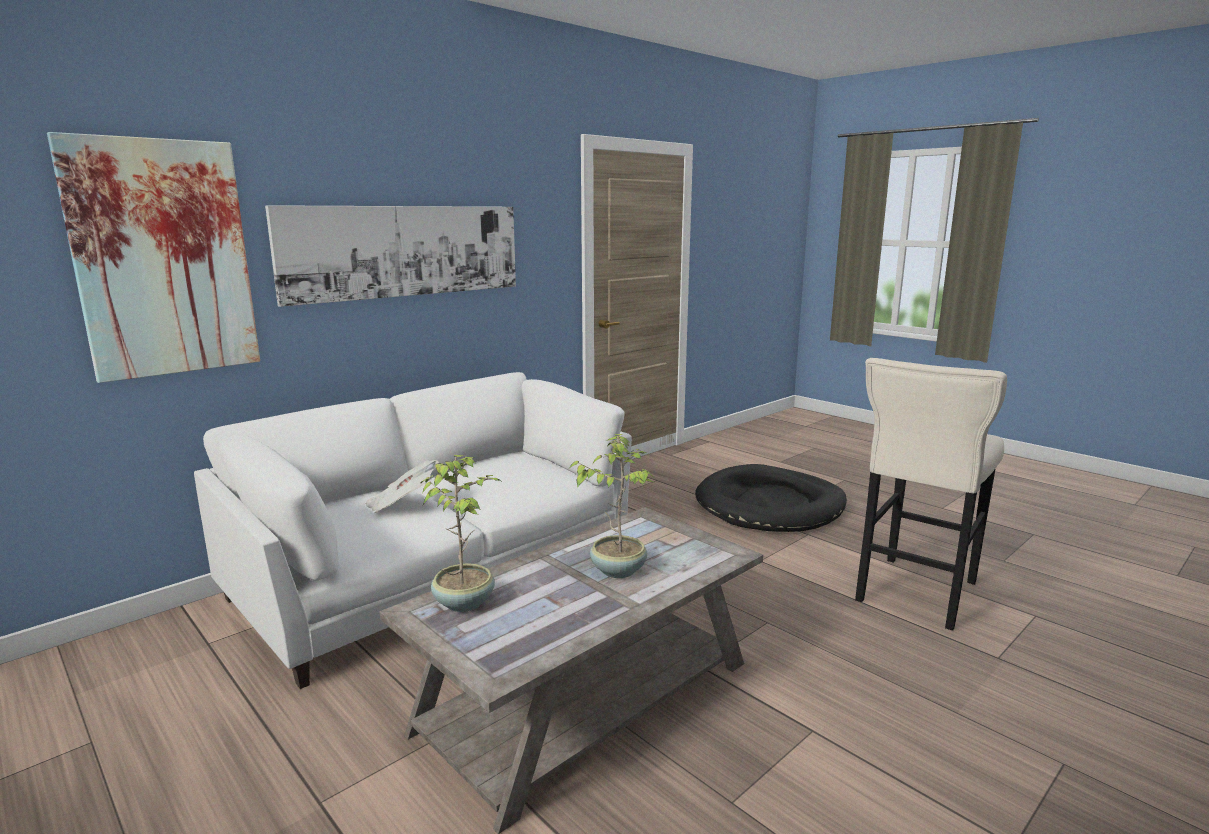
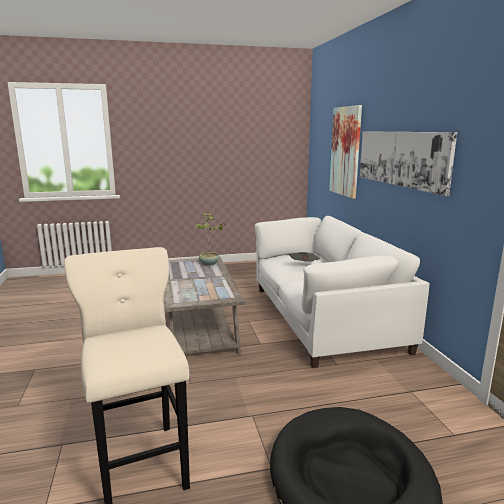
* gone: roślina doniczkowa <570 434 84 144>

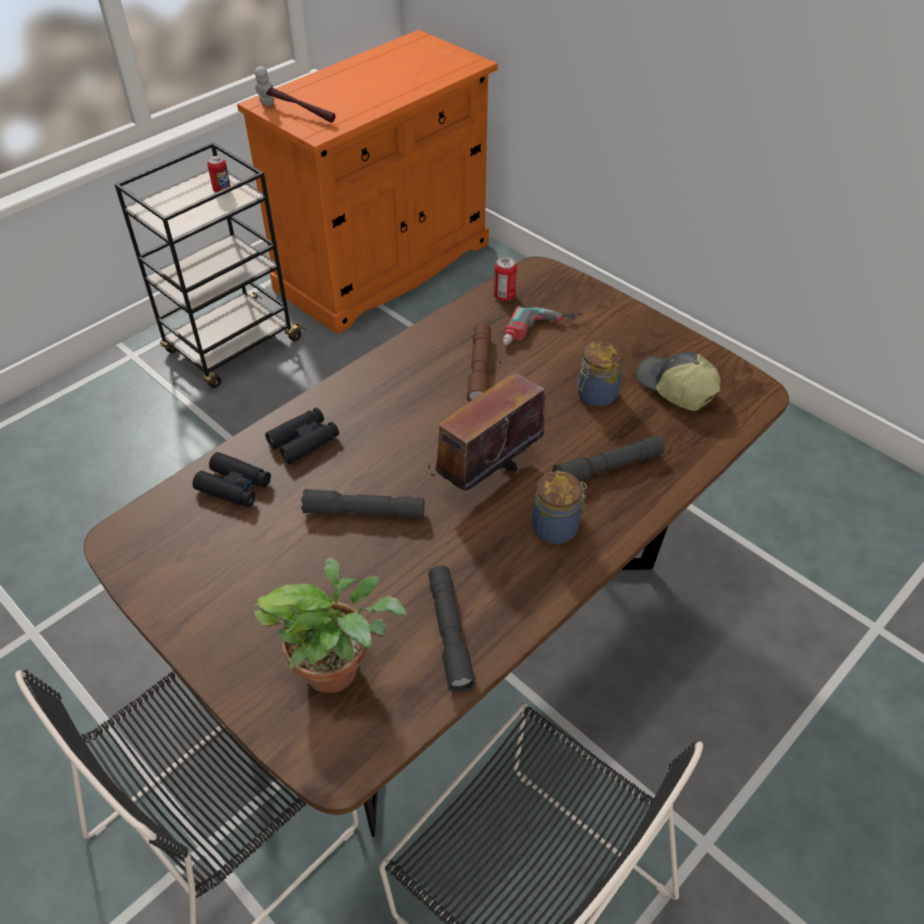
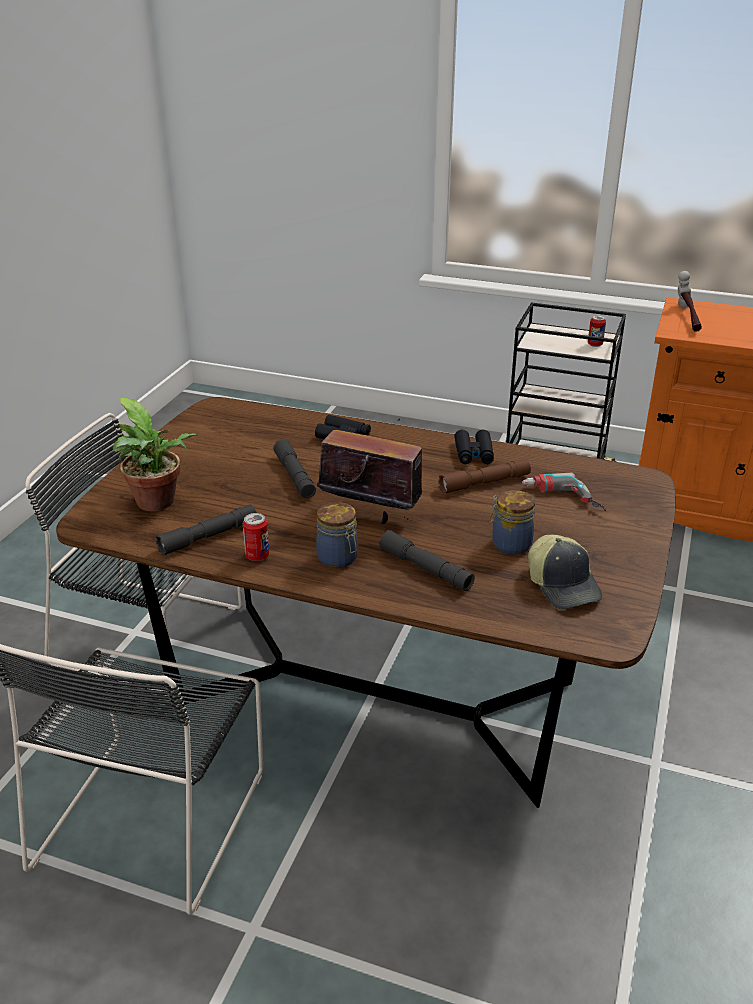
* shifted: puszka <494 257 23 44> to <243 513 27 48>
* shifted: lornetka [czarny] <192 452 79 55> to <454 430 40 34>
* rotated: czapka z daszkiem <636 352 84 59> = <528 535 74 74> 135 degrees clockwise

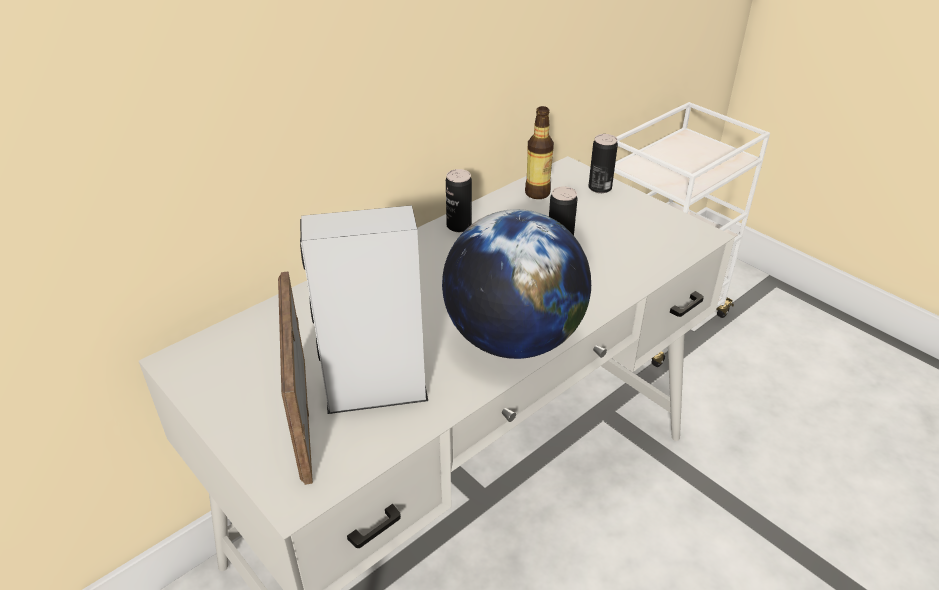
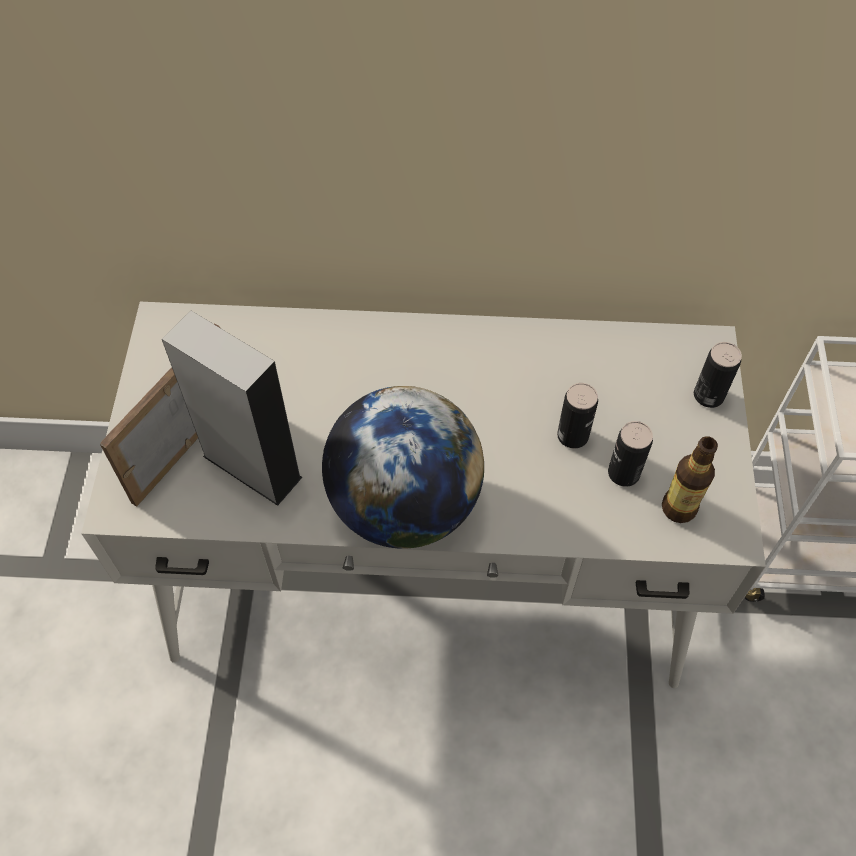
* shifted: puszka <446 169 26 63> to <608 421 45 66>
* shifted: butelka <525 106 29 93> to <662 436 56 87>

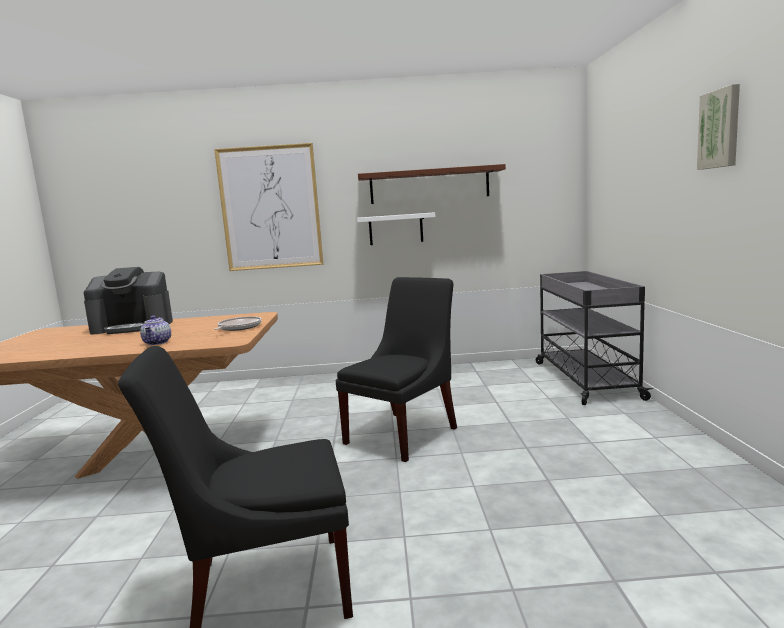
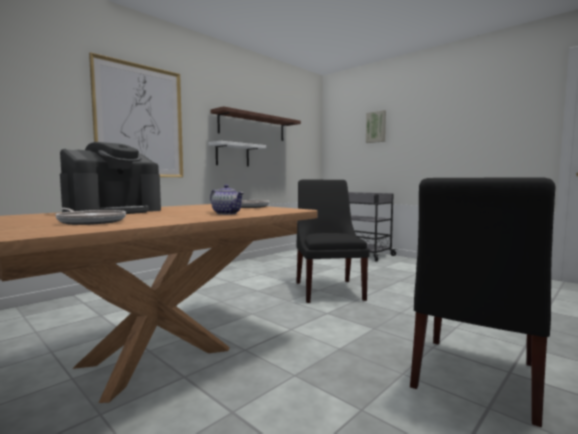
* new: patelnia <55 208 71 17>
* shifted: obraz <697 84 43 86> to <366 110 20 33>

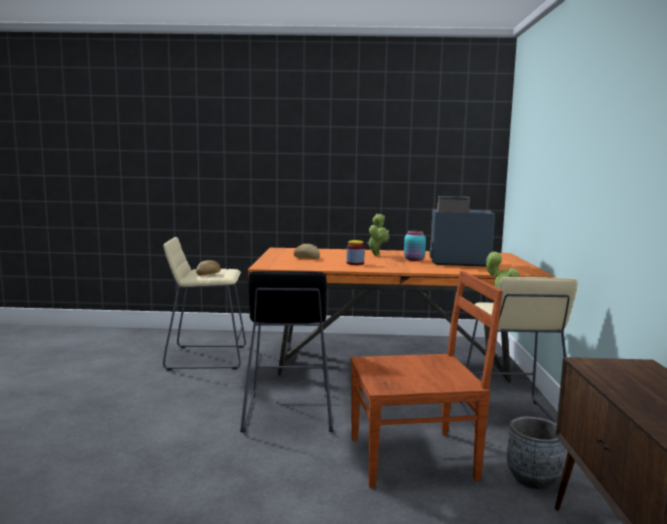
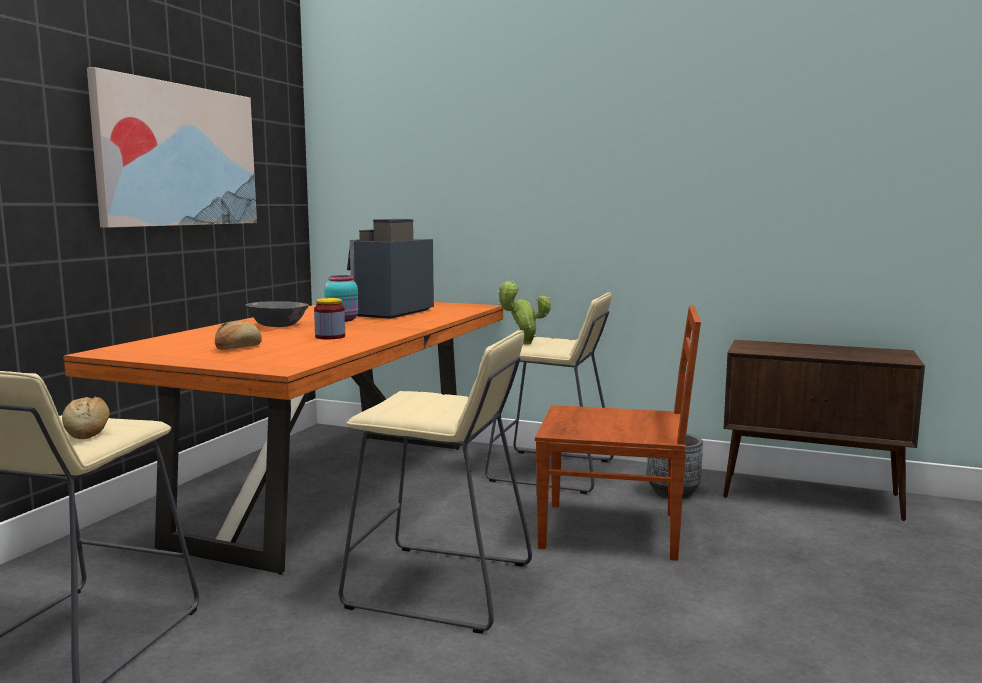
* new: obraz <87 67 170 161>
* swapped: roślina doniczkowa <368 213 22 43> to miska [szary] <246 301 63 26>
* repainted: stołek [czarny] <240 271 93 161> to stołek [beżowy] <339 330 193 304>
* rotated: krzesło [brązowy] <350 271 153 217> = <535 306 166 255> 90 degrees clockwise

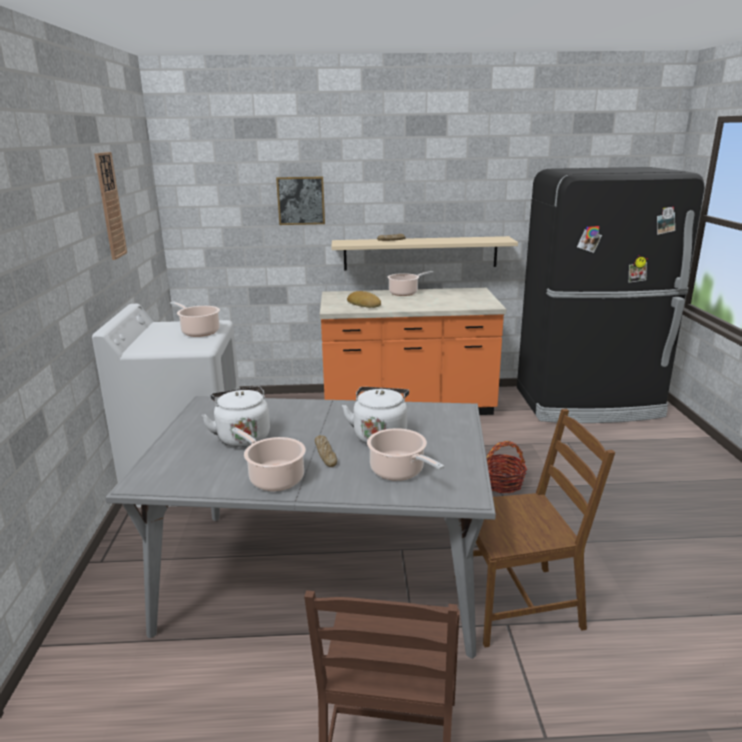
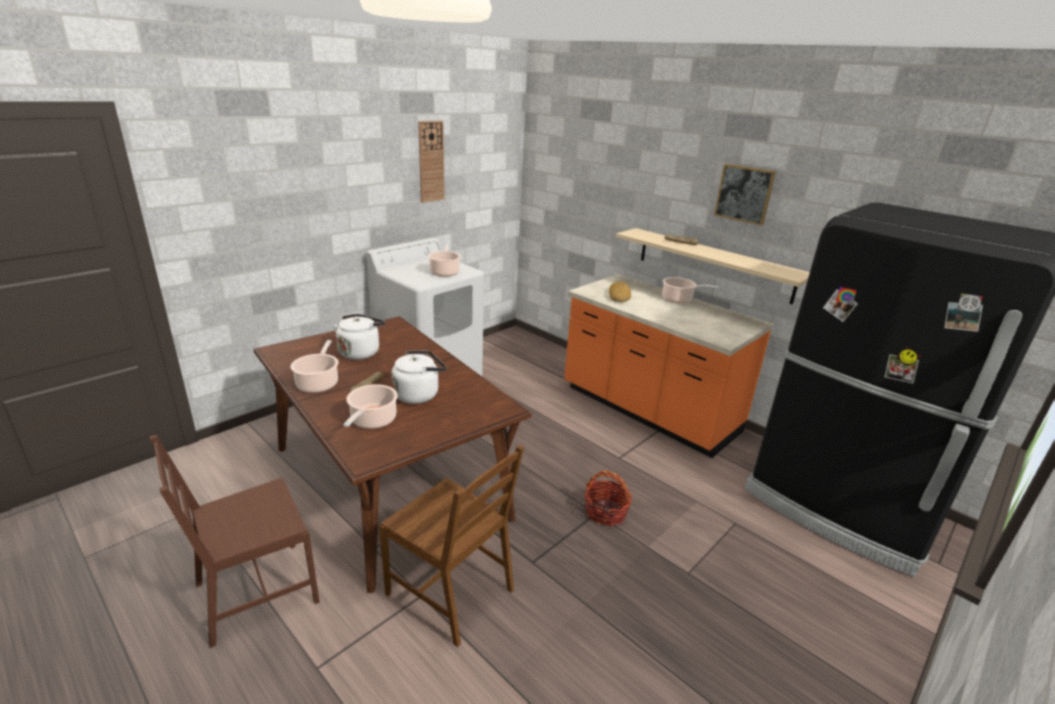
* repainted: stół jadalny [szary] <105 396 391 263> to stół jadalny [brązowy] <253 316 279 277>
* shifted: obraz <276 176 49 49> to <714 164 62 62>

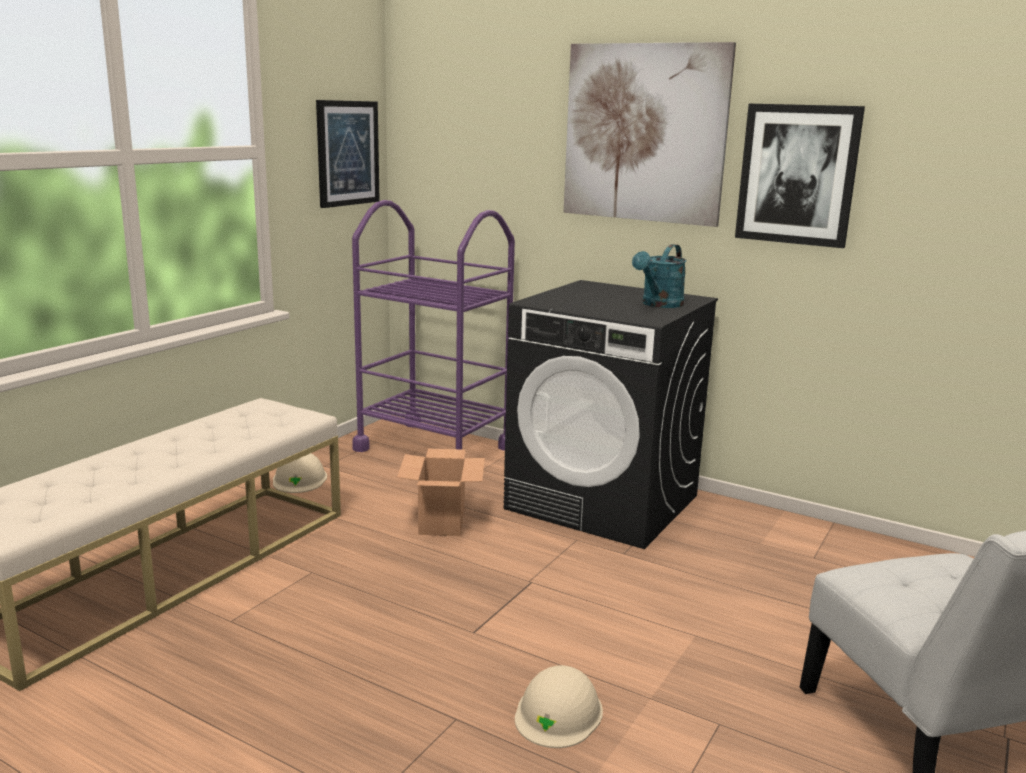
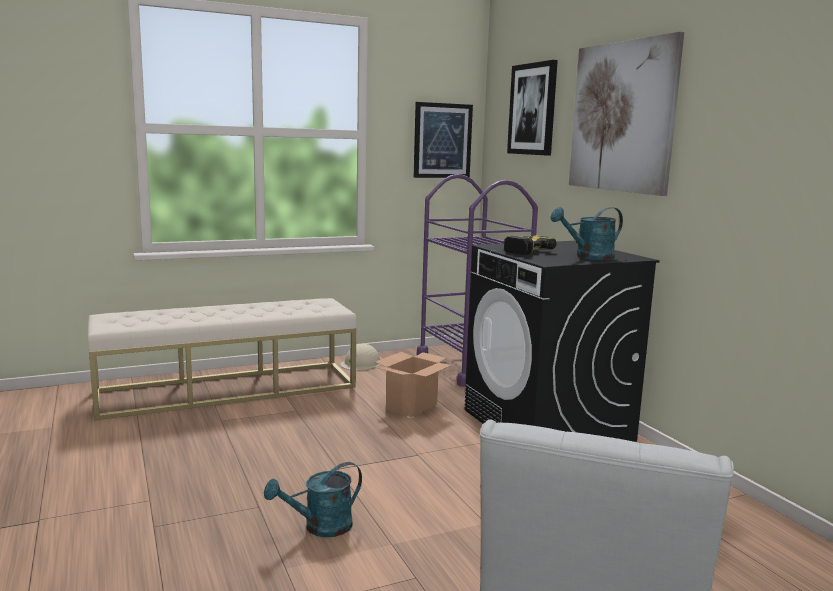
* swapped: kask [beżowy] <515 665 88 83> to konewka [turkusowy] <264 462 98 75>
* new: wiertarka <504 235 53 20>
* shifted: obraz <735 104 130 144> to <507 60 51 96>

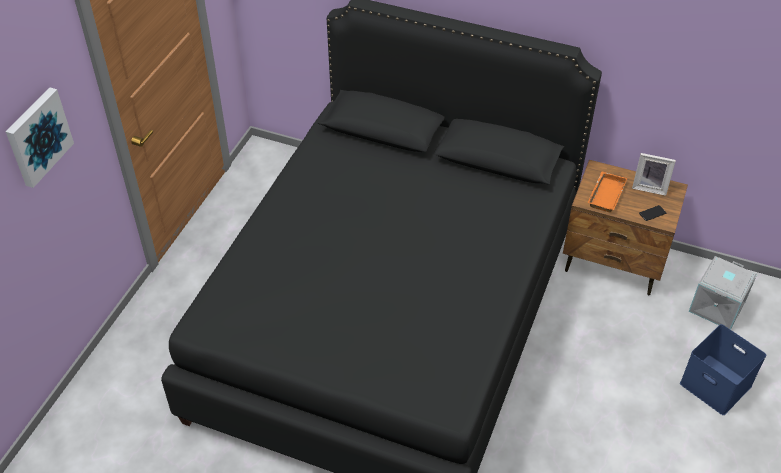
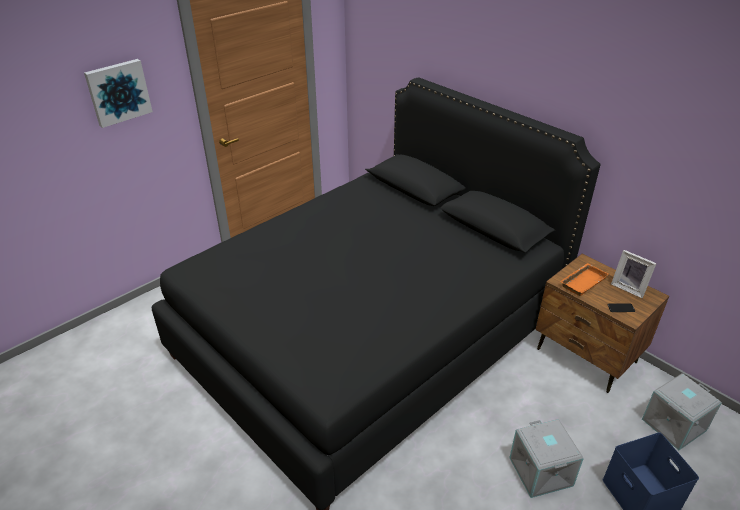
* new: pojemnik do przechowywania [szary] <509 419 75 79>

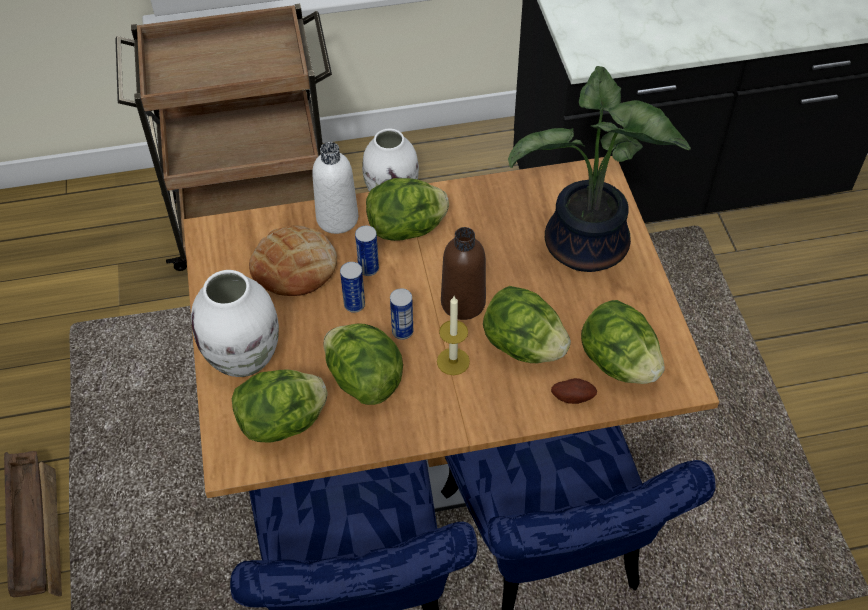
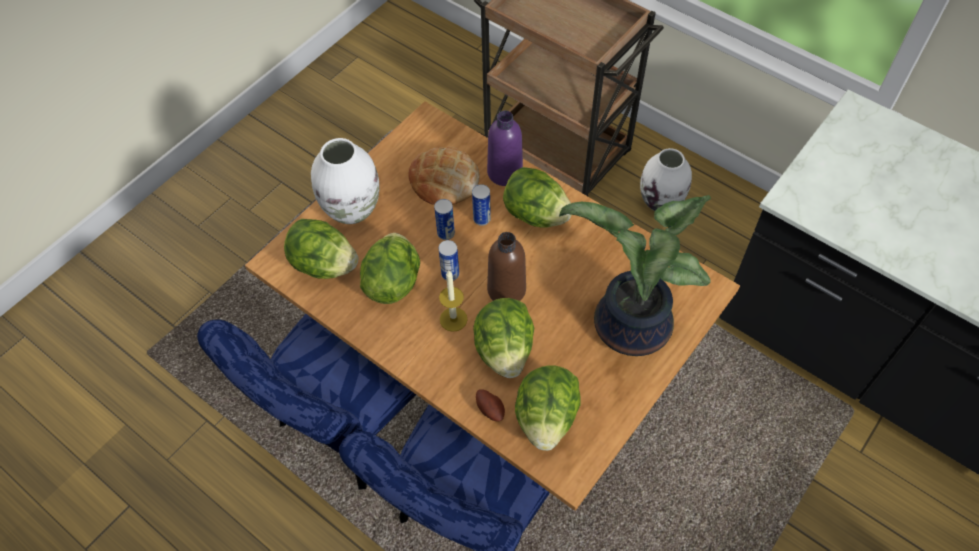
* repainted: butelka [biały] <312 142 46 92> to butelka [fioletowy] <487 111 36 75>
* gone: skrzynka <4 451 58 146>

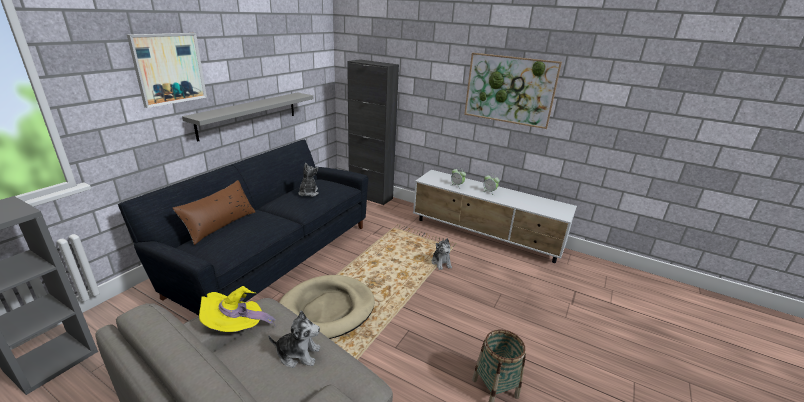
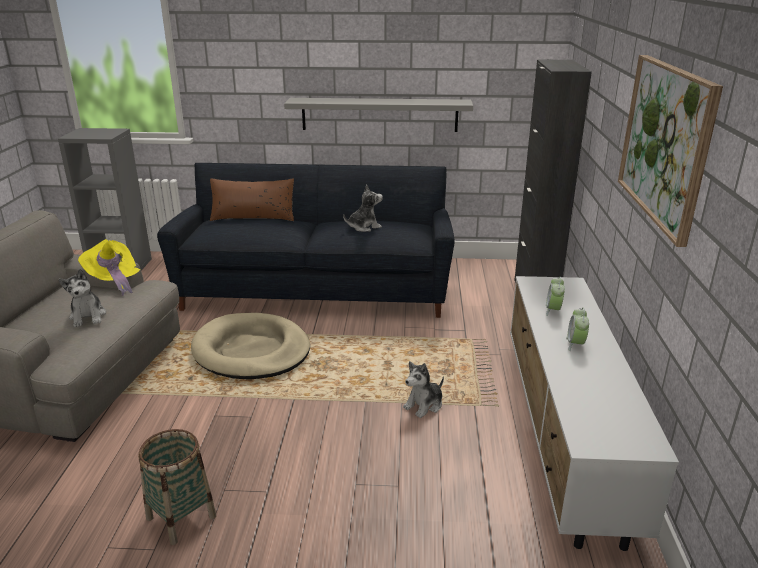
* gone: obraz <127 33 80 75>

